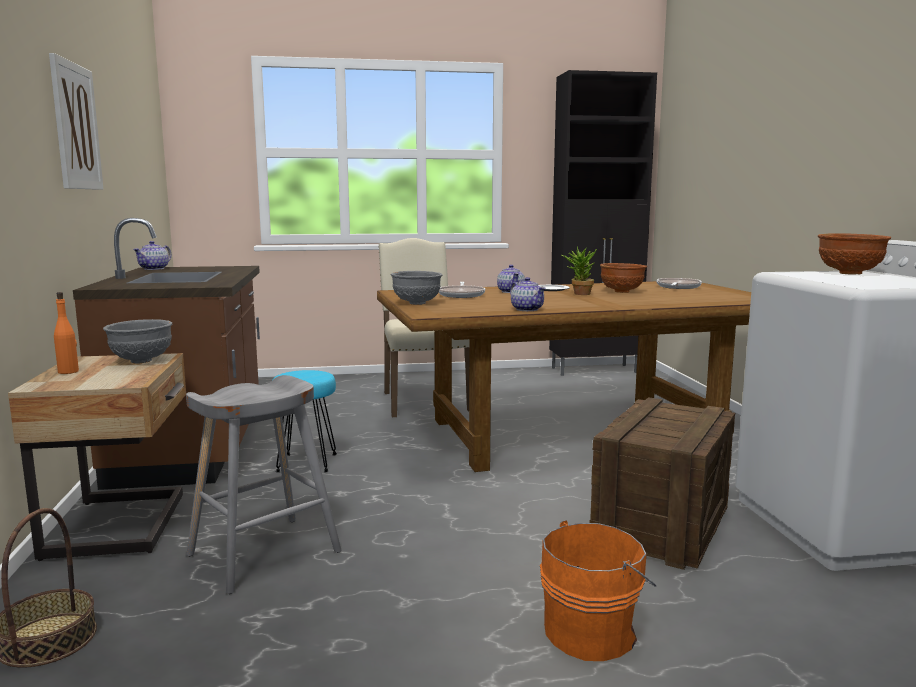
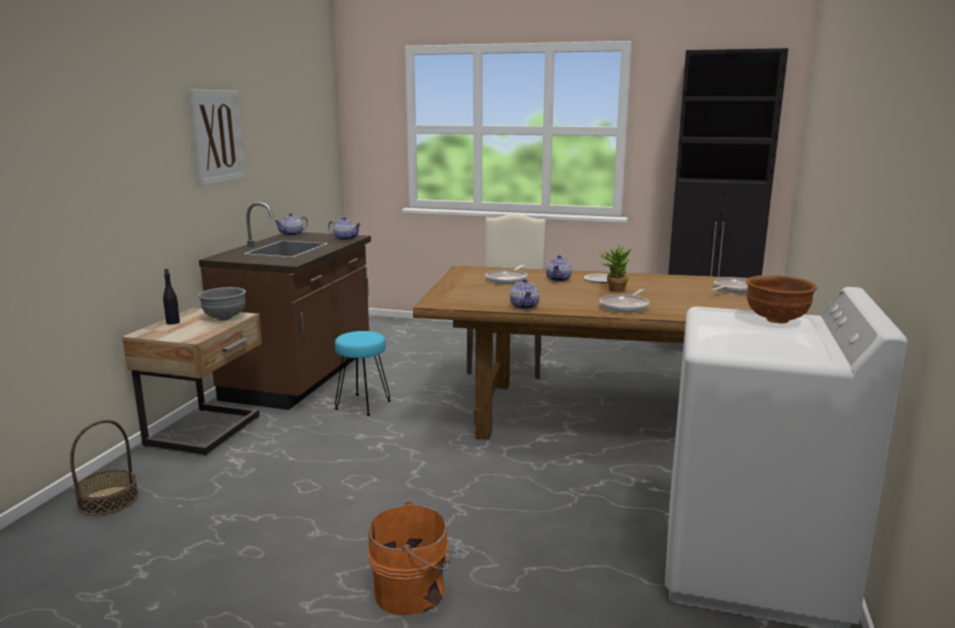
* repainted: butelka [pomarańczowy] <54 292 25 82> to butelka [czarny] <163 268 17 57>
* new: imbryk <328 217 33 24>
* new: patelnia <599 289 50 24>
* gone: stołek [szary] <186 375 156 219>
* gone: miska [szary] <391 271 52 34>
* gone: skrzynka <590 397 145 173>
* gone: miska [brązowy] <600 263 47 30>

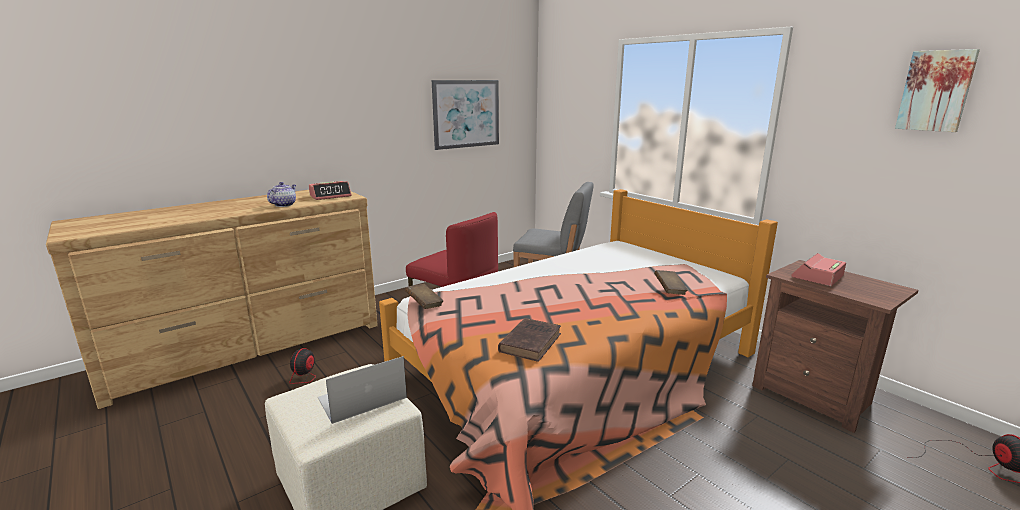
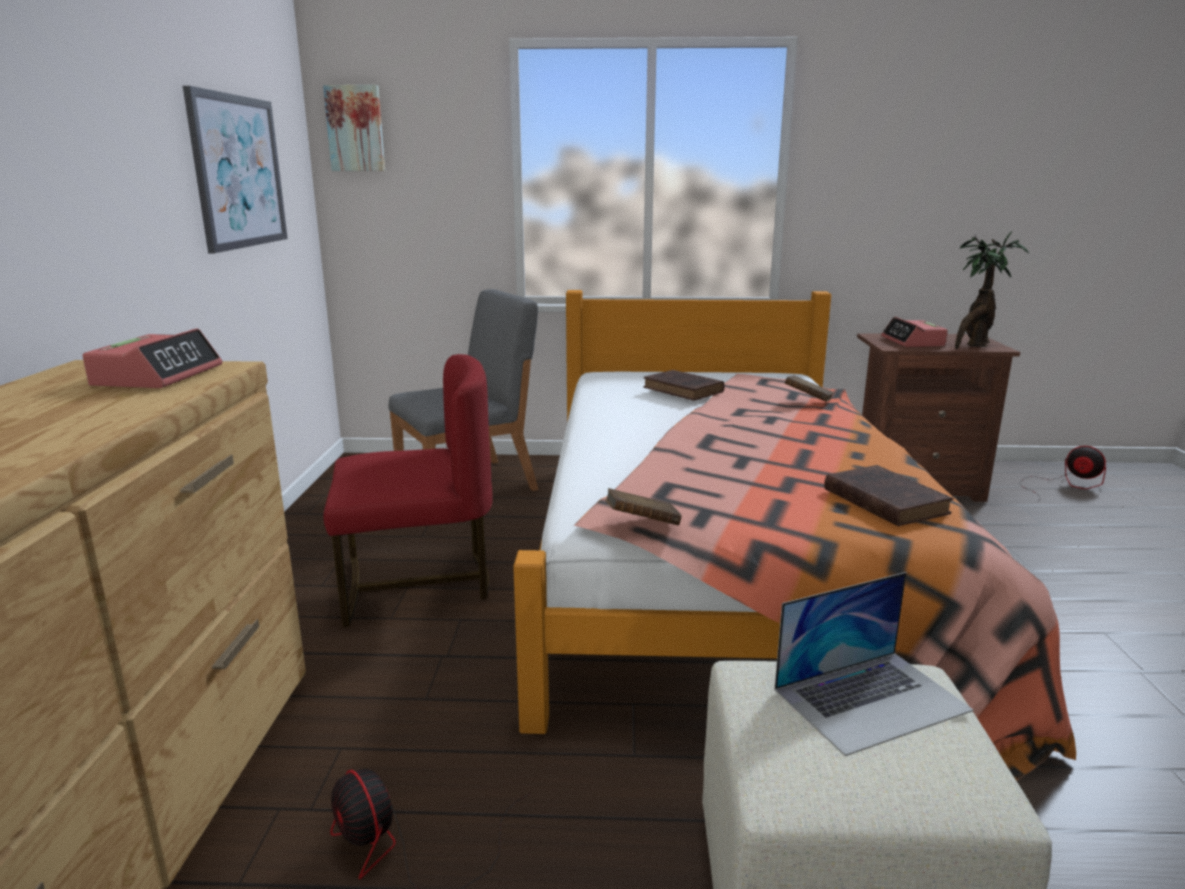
* shifted: obraz <895 49 85 83> to <323 85 62 86>
* new: książka [brązowy] <643 370 82 31>
* rotated: laptop <318 356 89 68> = <774 572 199 184> 120 degrees counterclockwise
* new: roślina doniczkowa <955 232 74 117>
* gone: imbryk <267 182 29 25>

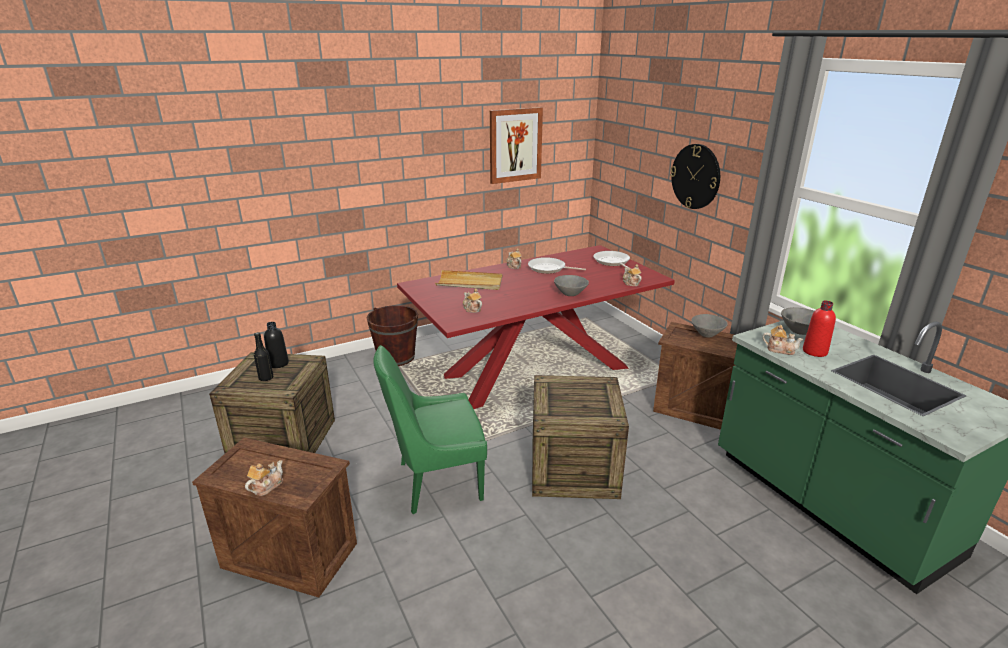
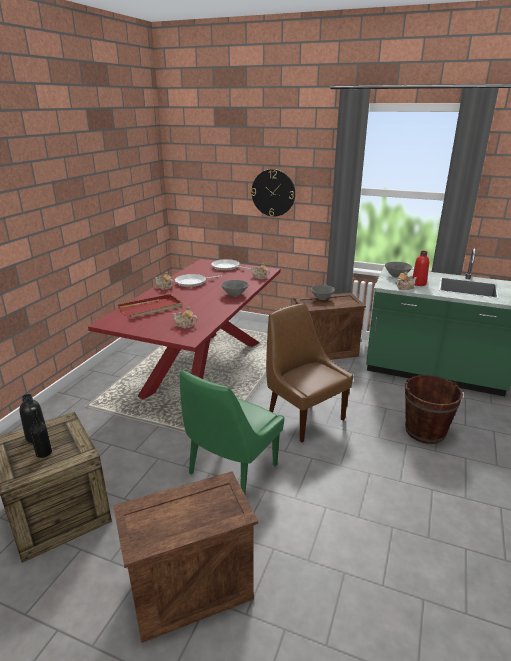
* repainted: taca [beżowy] <435 270 67 20> to taca [czerwony] <118 294 64 24>
* swapped: skrzynka <532 375 97 124> to krzesło [brązowy] <266 303 87 139>
* shifted: wiadro [brązowy] <366 305 52 61> to <405 375 58 69>
* gone: imbryk <245 460 38 36>
* gone: obraz <490 107 53 77>

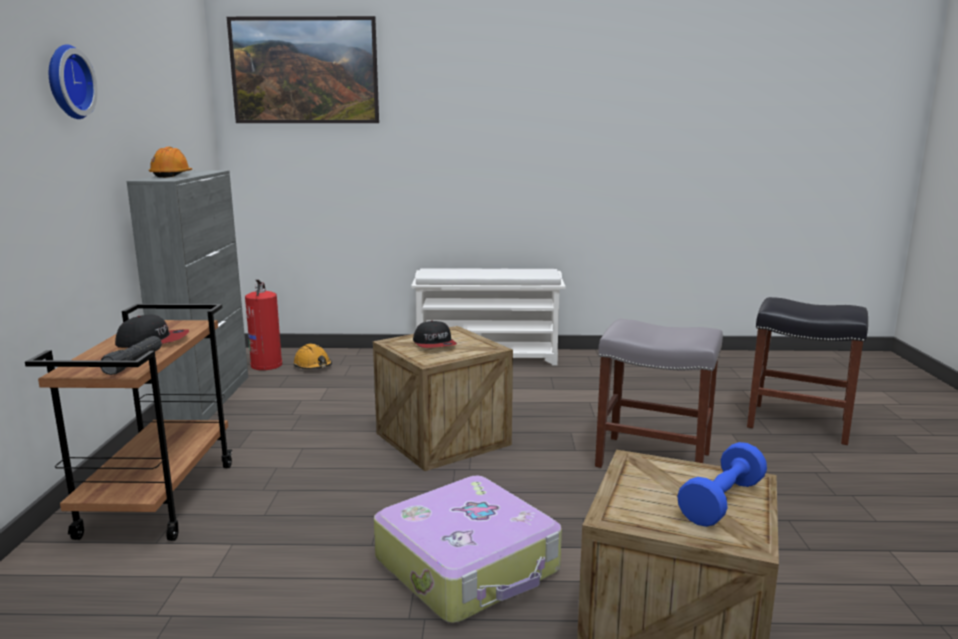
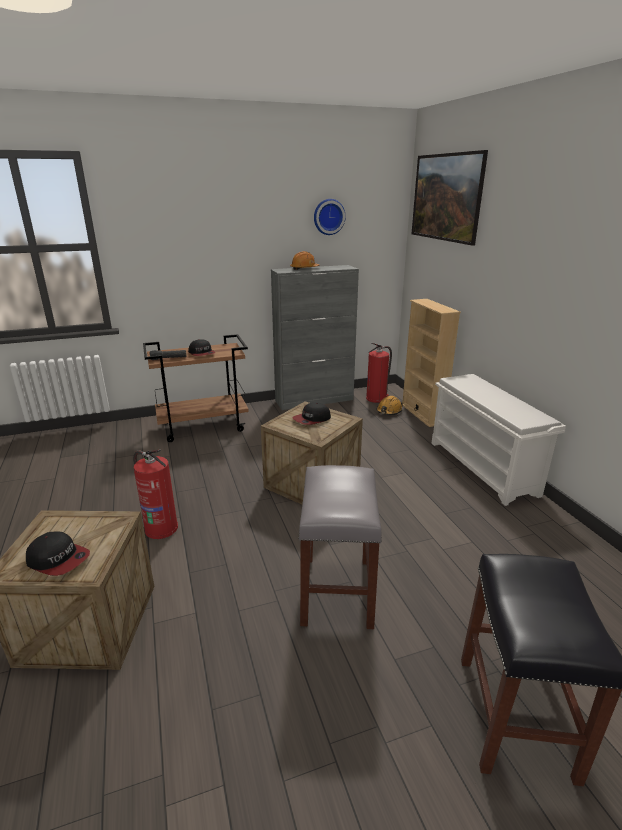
* swapped: hantel [niebieski] <677 442 90 85> to czapka z daszkiem <26 532 64 44>
* swapped: walizka <374 476 188 147> to gaśnica <133 450 45 89>
* shifted: zegar ścienny <49 45 49 74> to <314 199 32 36>
* new: regał [beżowy] <402 299 59 128>

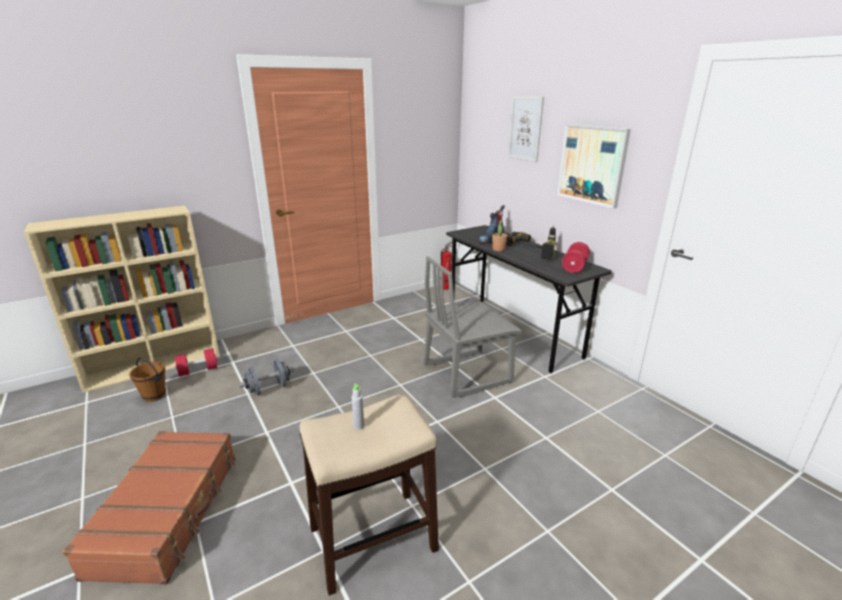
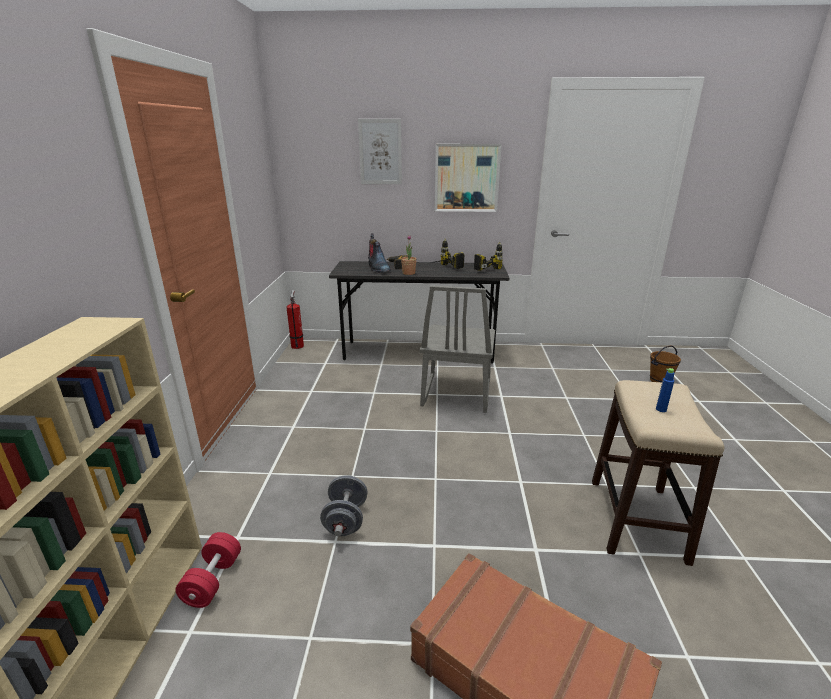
* swapped: hantel [czerwony] <562 242 28 31> to wiertarka <474 242 29 29>
* shifted: wiadro [brązowy] <129 357 37 45> to <650 345 31 37>
* repainted: butelka [szary] <352 383 12 47> to butelka [niebieski] <656 368 18 44>

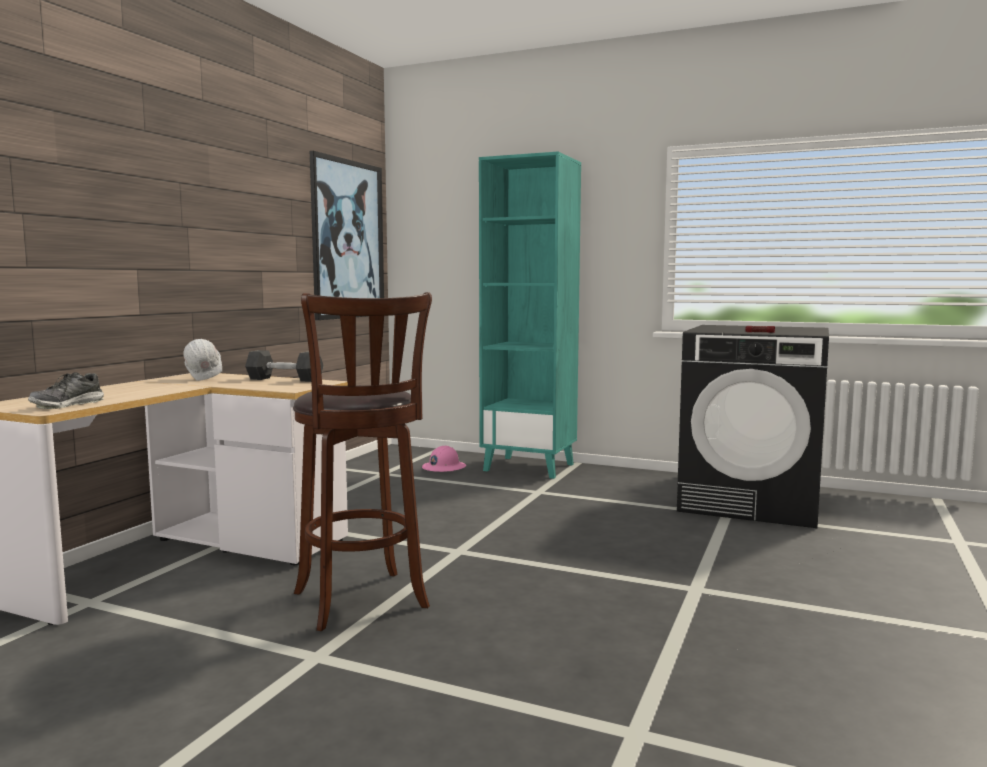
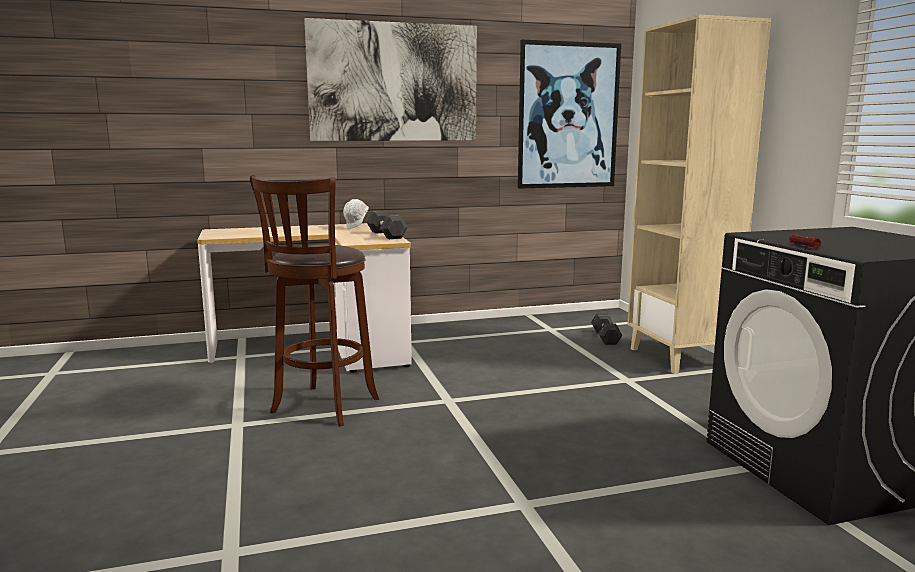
* new: obraz <304 18 173 123>
* swapped: kask [różowy] <422 446 44 26> to hantel [szary] <591 313 31 32>
* repainted: regał [turkusowy] <479 151 102 328> to regał [beżowy] <627 14 144 360>
* gone: but <28 372 76 37>

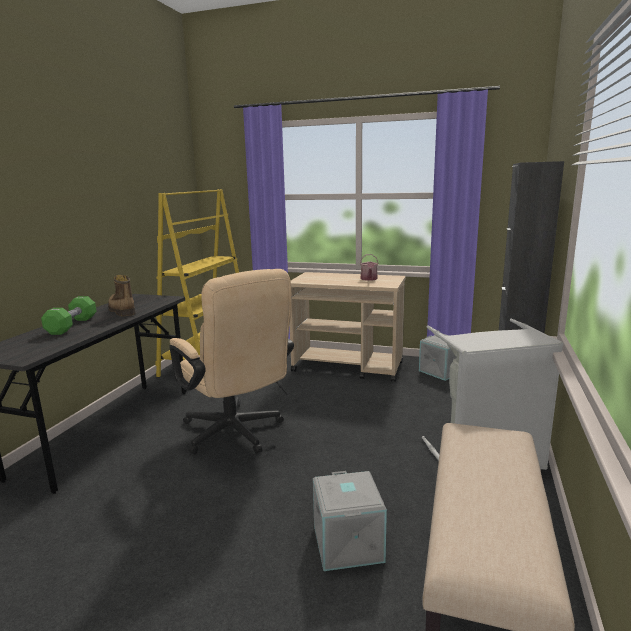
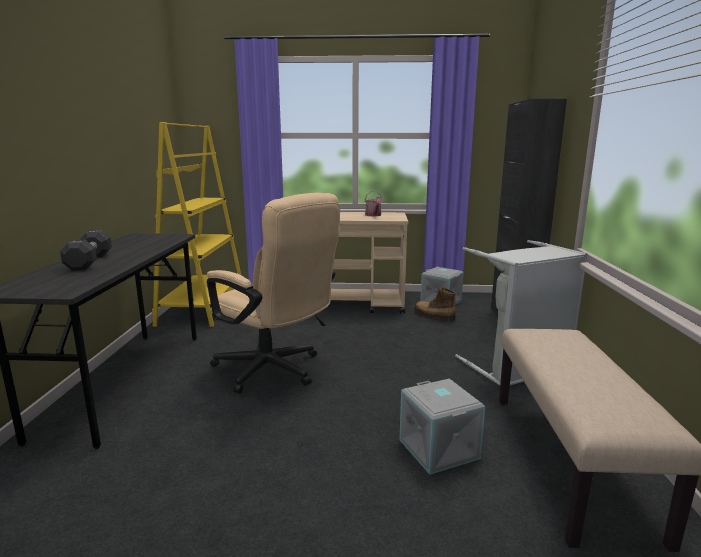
* repainted: hantel [zielony] <41 296 56 39> to hantel [czarny] <60 230 52 41>
* shifted: but z cholewką <108 275 28 41> to <414 287 42 34>

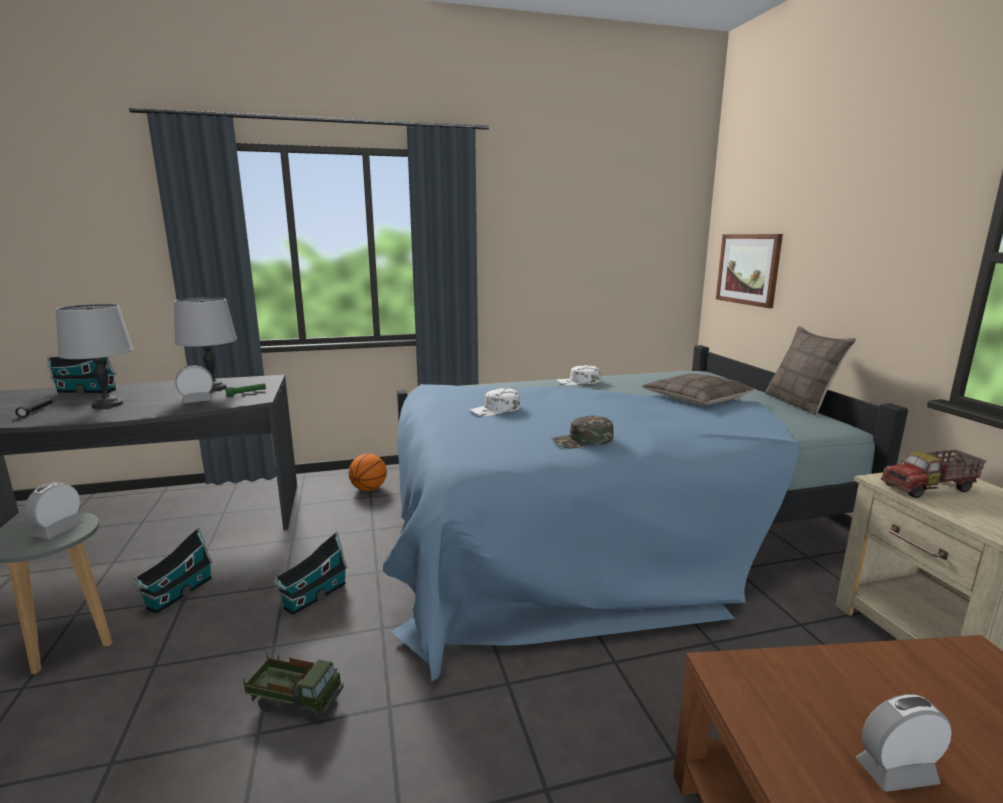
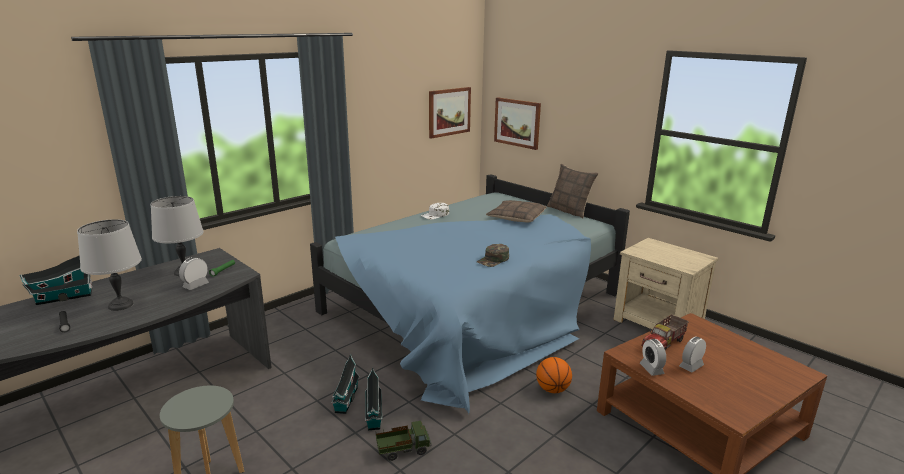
* shifted: domek <134 528 79 85> to <365 367 17 63>
* new: obraz <429 87 42 52>
* shifted: piłka do koszykówki <349 454 38 37> to <536 357 36 36>
* shifted: budzik <24 482 60 57> to <640 339 26 37>
* shifted: ciężarówka zabawkowa <881 450 105 48> to <642 314 47 37>
* gone: czapka z daszkiem [biały] <469 388 51 28>

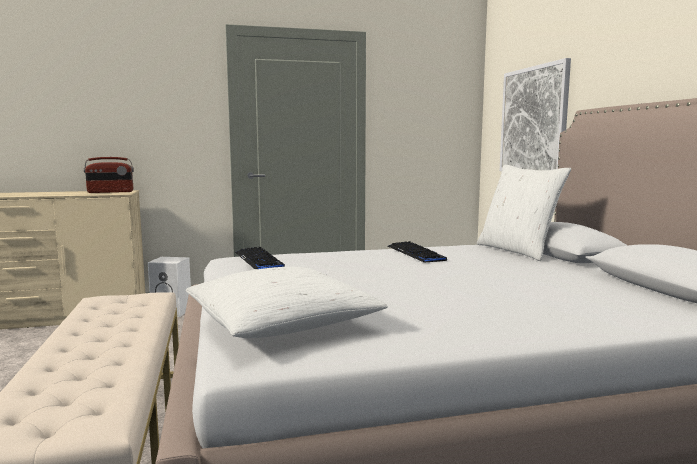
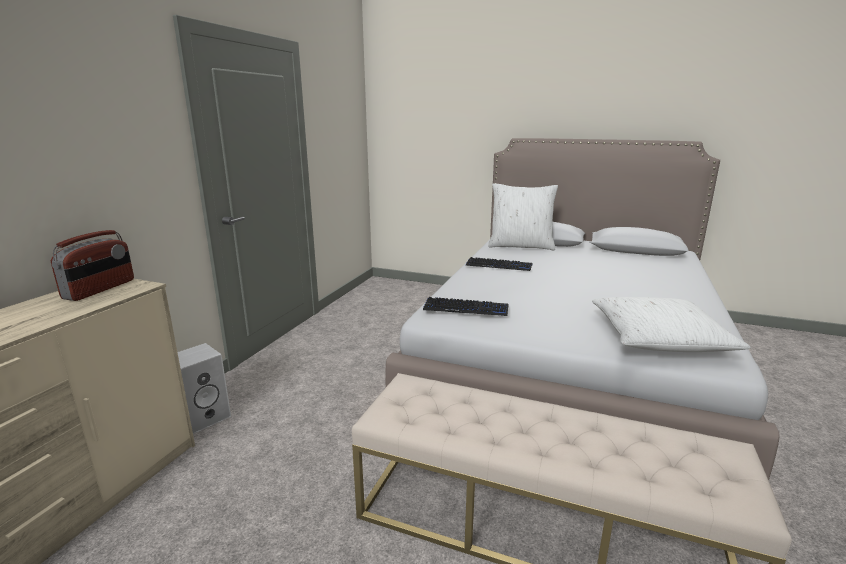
* gone: obraz <500 58 71 113>

